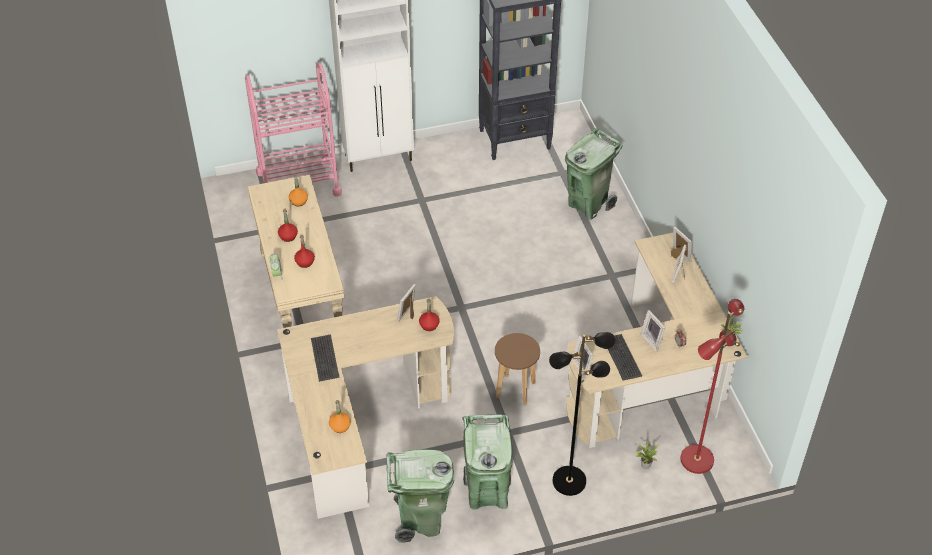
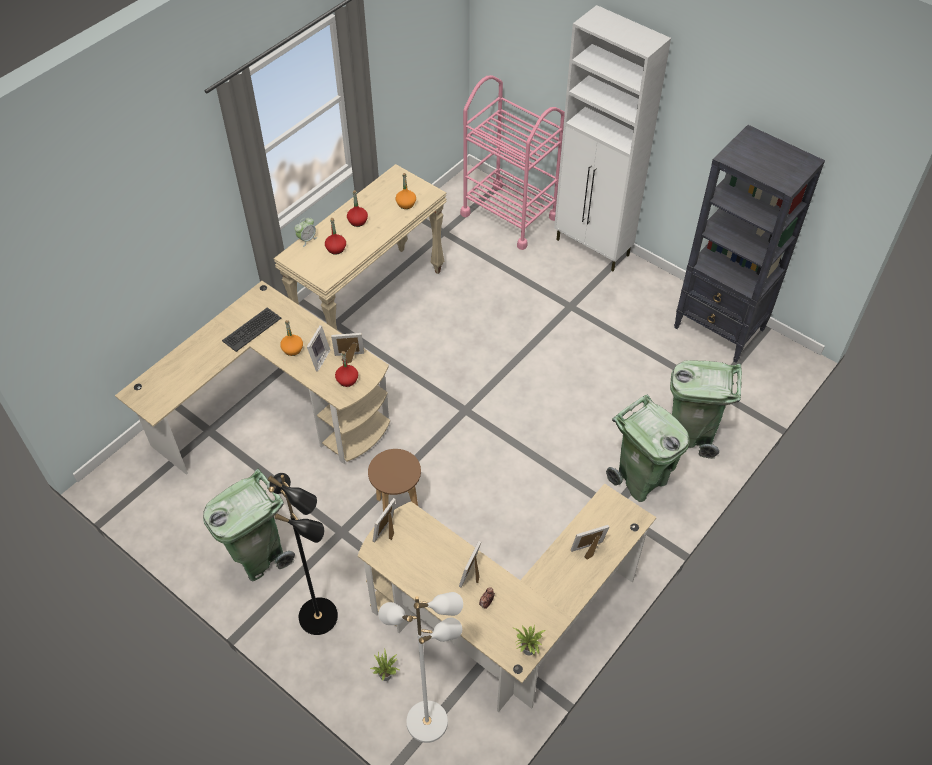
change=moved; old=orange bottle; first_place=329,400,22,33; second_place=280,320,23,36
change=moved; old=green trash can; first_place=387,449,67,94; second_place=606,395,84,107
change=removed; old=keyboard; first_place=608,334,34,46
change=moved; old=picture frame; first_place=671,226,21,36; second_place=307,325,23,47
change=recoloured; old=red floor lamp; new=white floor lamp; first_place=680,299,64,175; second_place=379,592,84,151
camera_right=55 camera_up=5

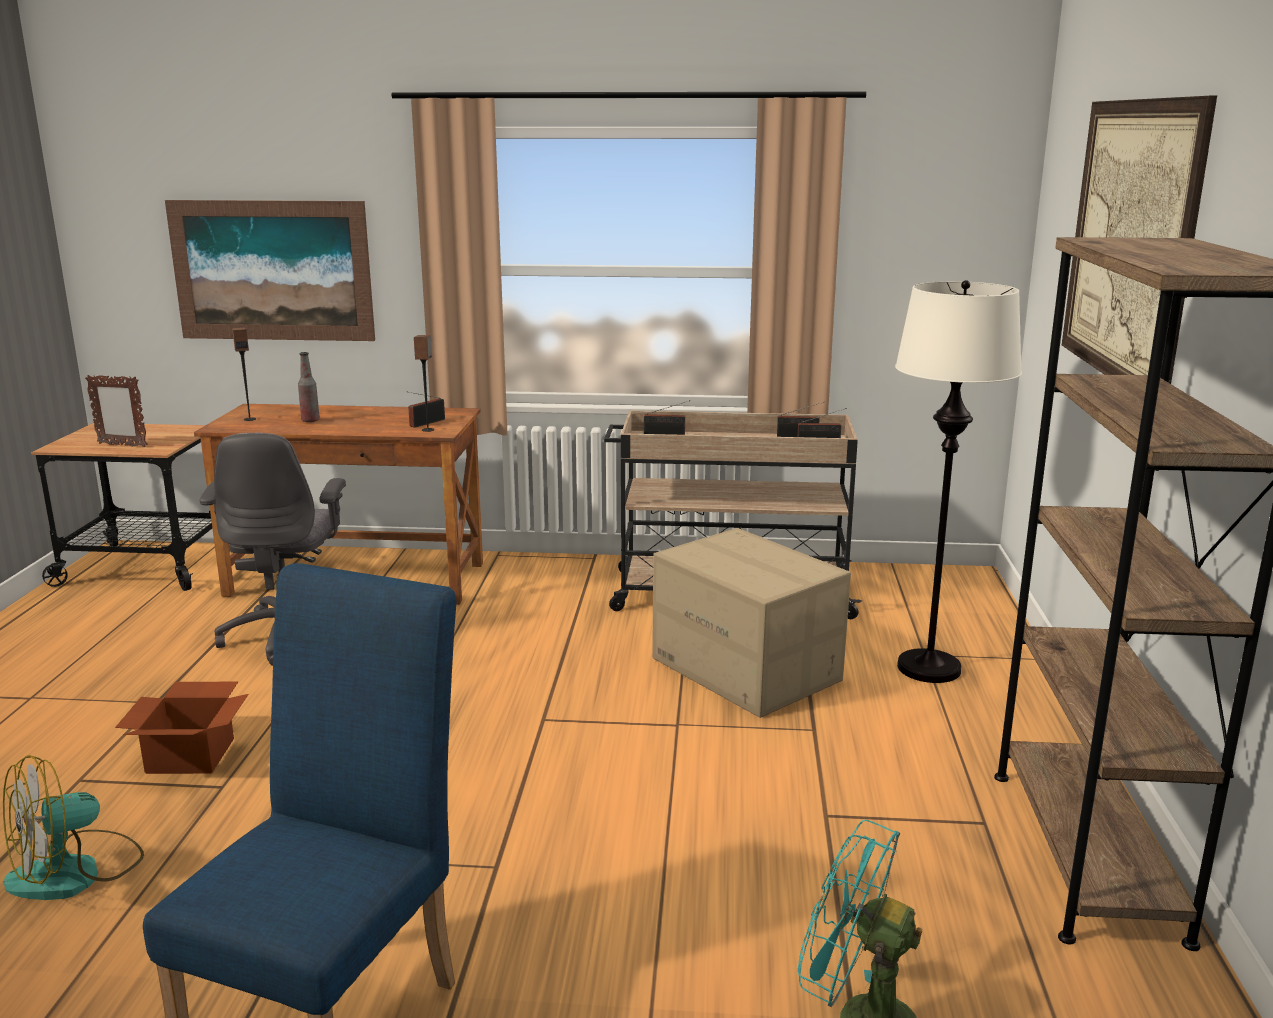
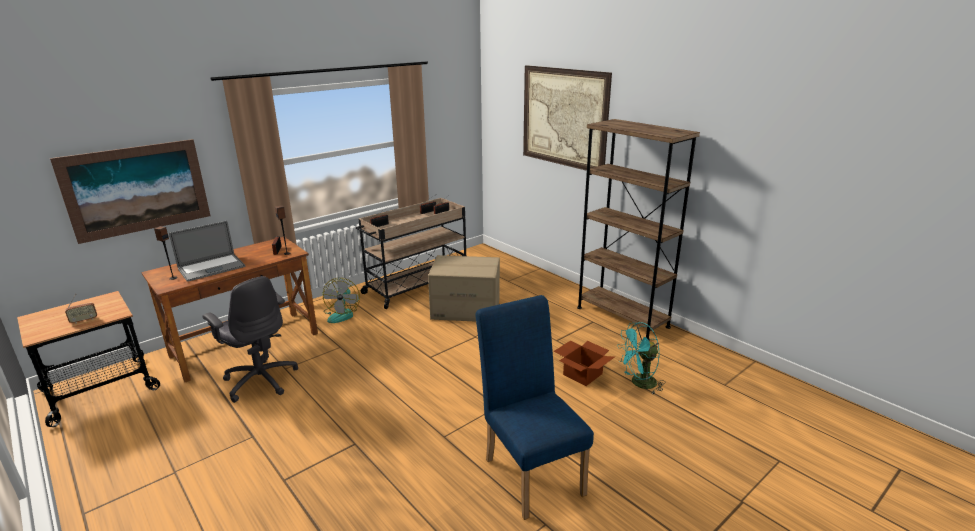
change=moved; old=fan; first_place=3,755,141,145; second_place=323,278,37,45
change=replaced; old=picture frame; new=radio; first_place=85,375,63,72; second_place=65,294,32,30
change=moved; old=cardboard box; first_place=115,682,133,92; second_place=553,340,62,46
change=replaced; old=bottle; new=laptop; first_place=298,352,22,70; second_place=169,221,77,61
change=removed; old=white floor lamp; first_place=895,280,127,403
camera_right=-45 camera_up=5

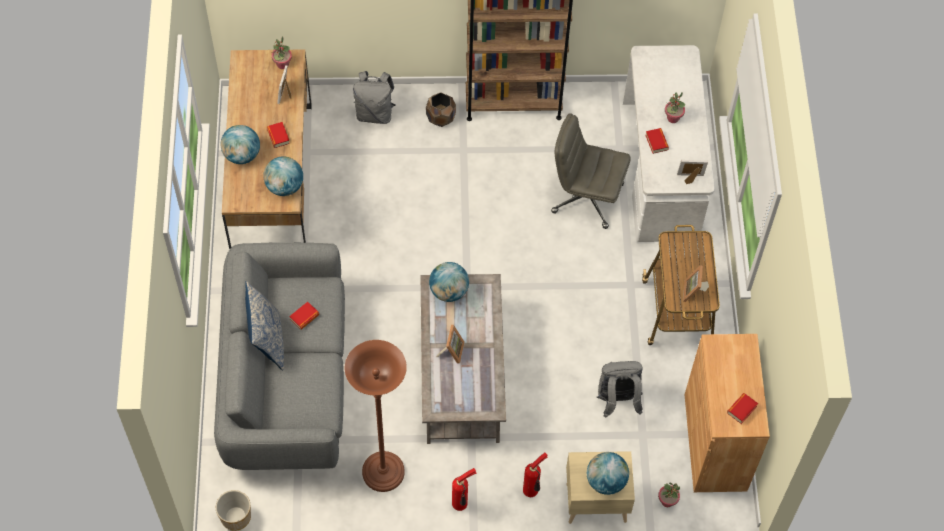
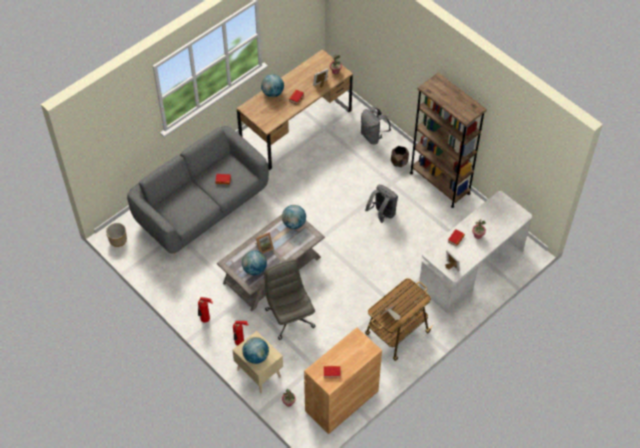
change=removed; old=pillow; first_place=245,281,39,89
change=moved; old=globe; first_place=263,156,40,40; second_place=242,250,25,25
change=removed; old=brown floor lamp; first_place=345,340,62,152
change=moved; old=grey office chair; first_place=551,113,79,116; second_place=264,259,51,81
change=moved; old=grey backpack; first_place=597,361,46,57; second_place=365,185,33,38
camera_right=50 camera_up=-5

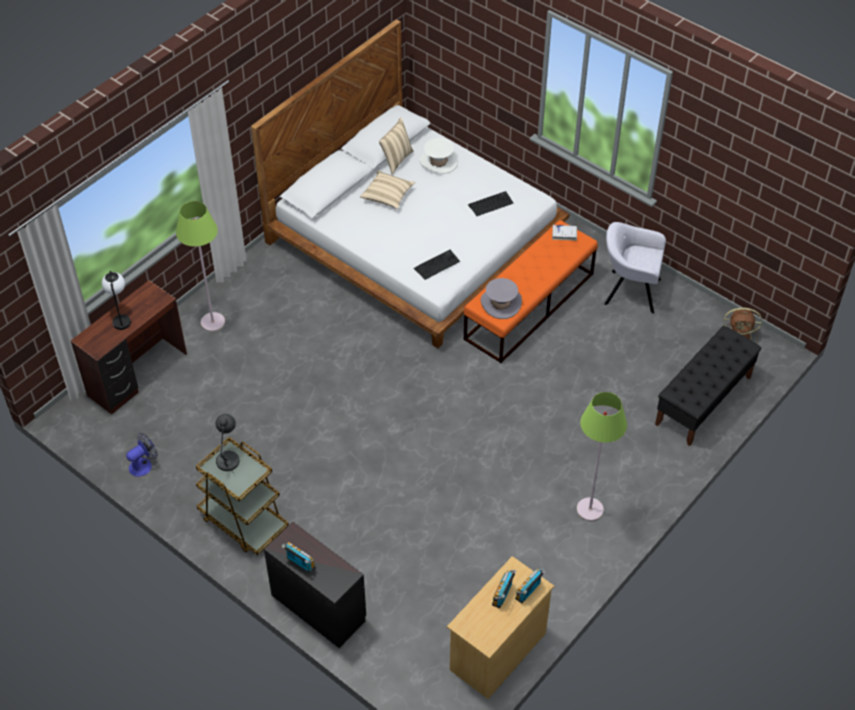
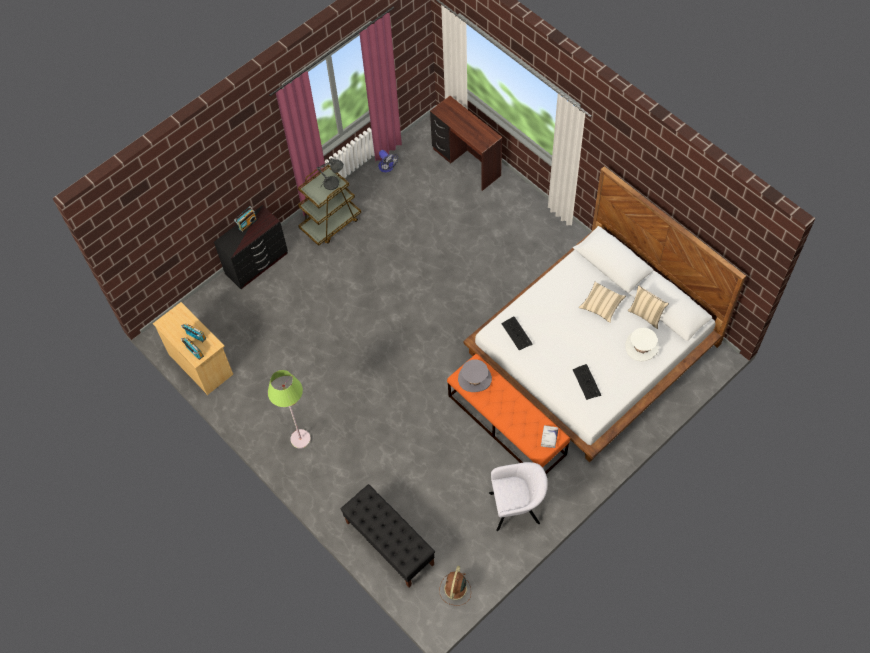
change=removed; old=table lamp; first_place=102,271,29,59
change=removed; old=green floor lamp; first_place=176,201,49,131
change=turned; old=grey armchair; first_place=604,222,62,92; second_place=489,462,59,69; degrees=60
camera_right=100 camera_up=10

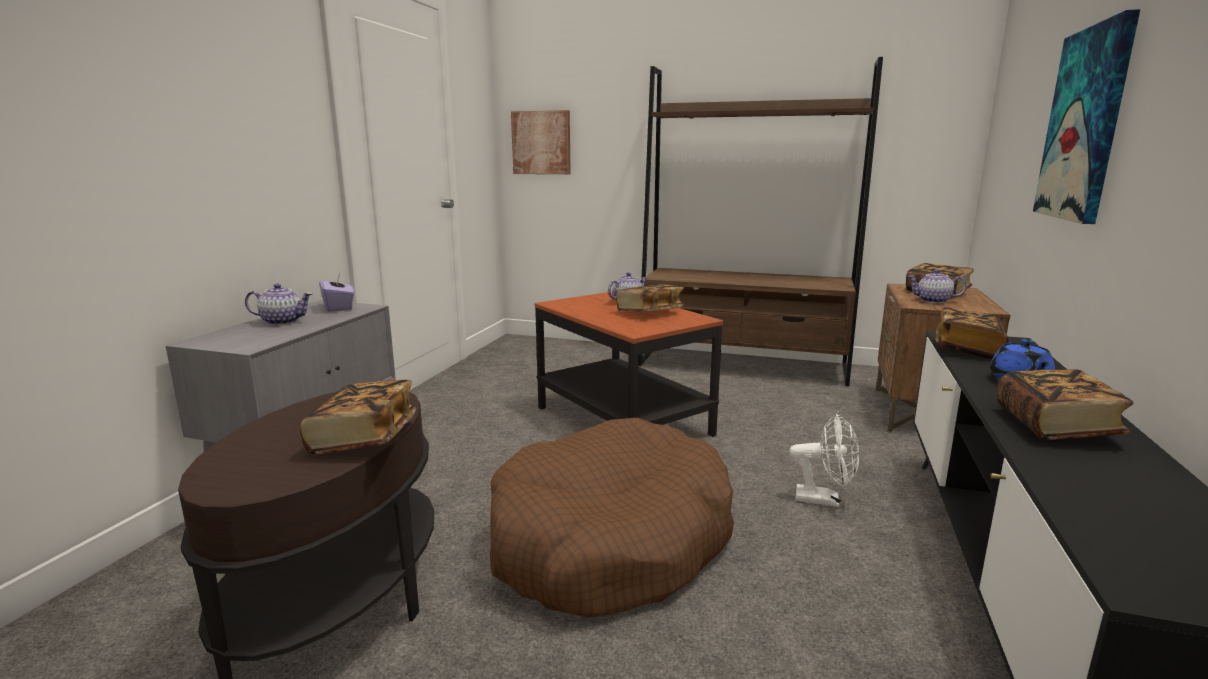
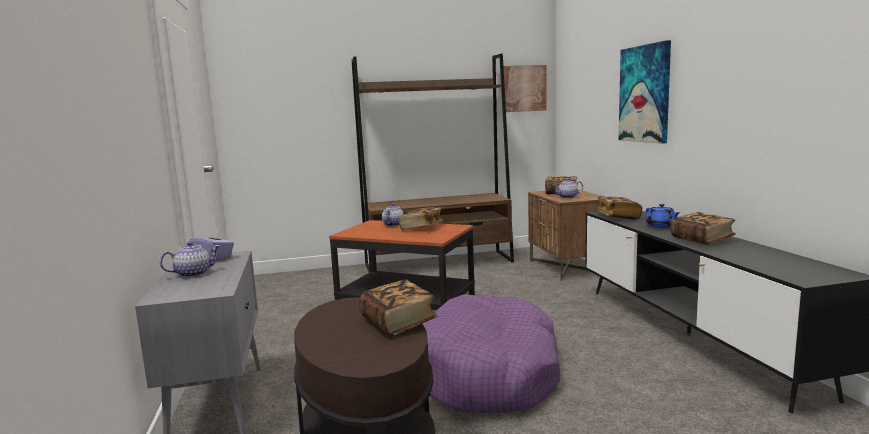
change=recoloured; old=brown dog bed; new=purple dog bed; first_place=490,418,244,199; second_place=422,294,138,120
change=moved; old=picture; first_place=511,110,60,64; second_place=503,65,44,47
change=removed; old=white fan; first_place=790,413,69,94
camera_right=-30 camera_up=-5

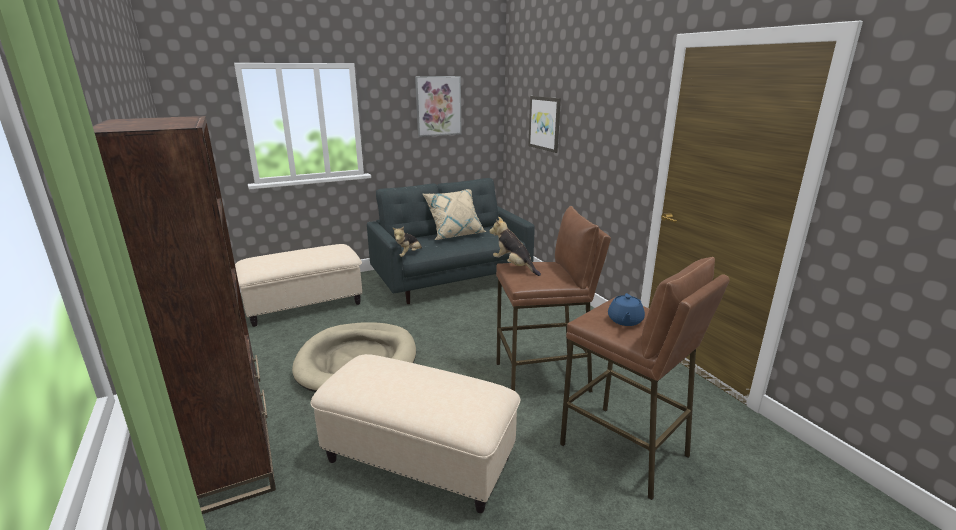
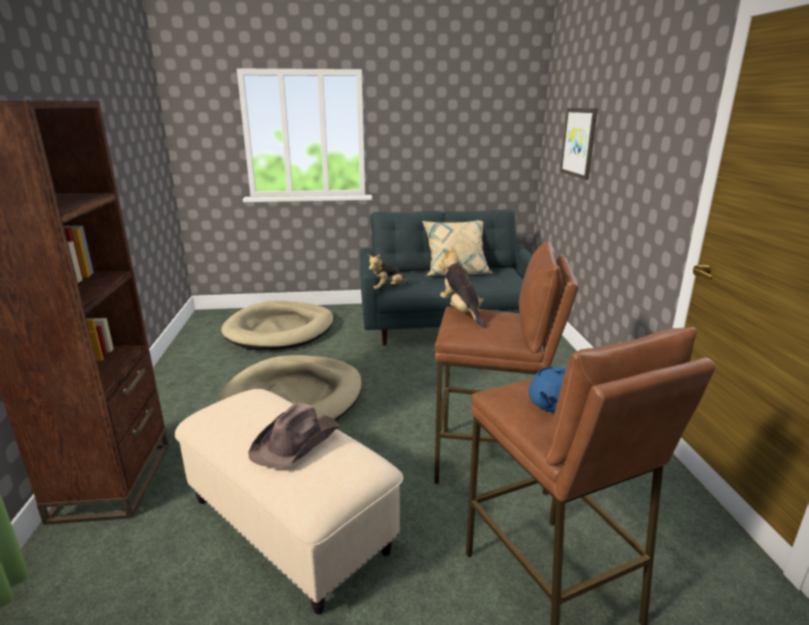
change=replaced; old=beige ottoman; new=beige dog bed; first_place=235,244,127,83; second_place=221,301,113,49
change=removed; old=picture; first_place=415,76,46,61
change=added; new=brown hat; second_place=248,403,92,65
camera_right=20 camera_up=0

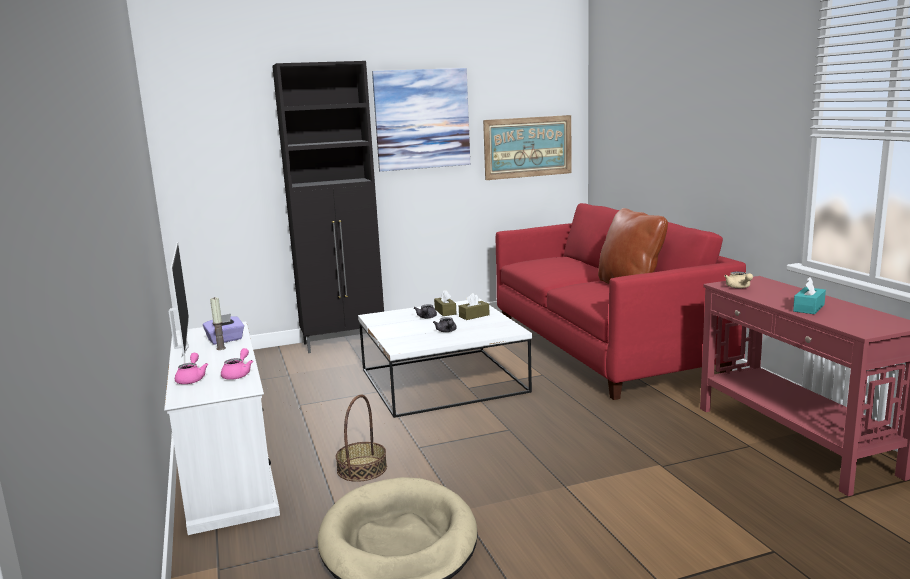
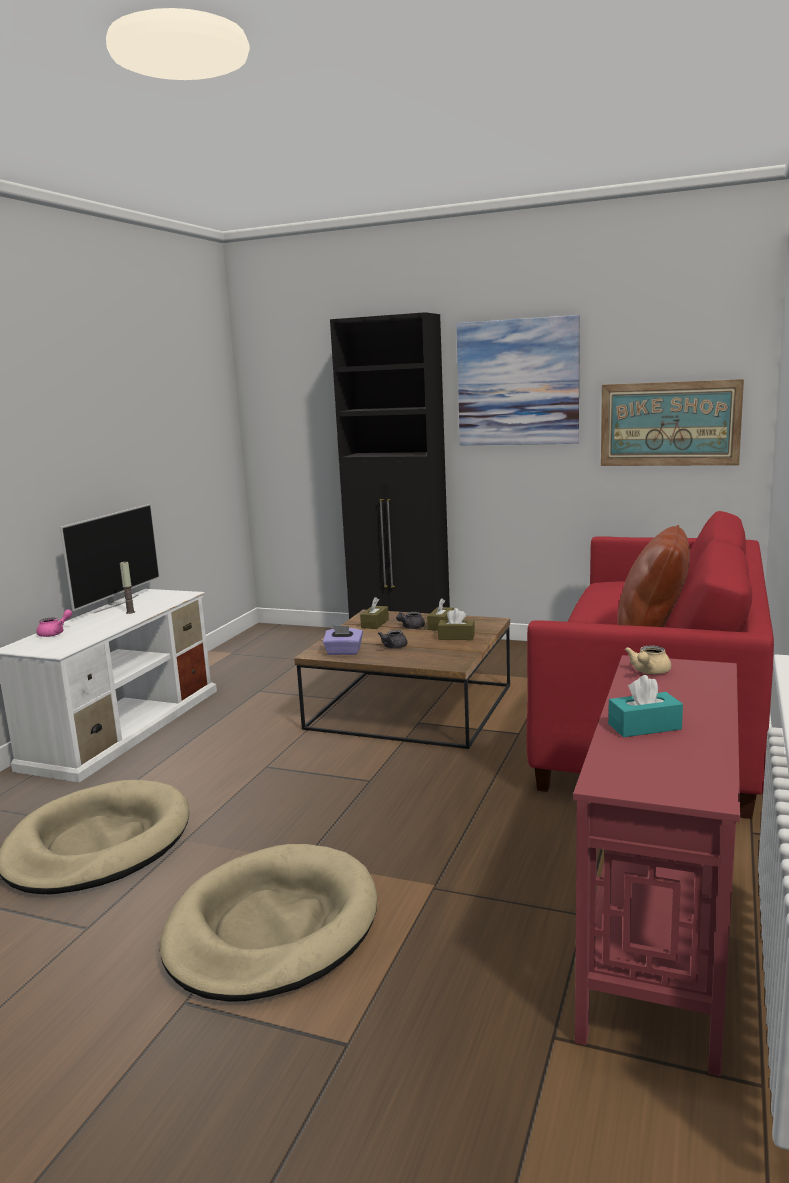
change=moved; old=purple tissue box; first_place=203,314,41,31; second_place=323,626,40,29
change=removed; old=pink teapot; first_place=221,348,32,32
change=removed; old=basket; first_place=336,394,51,88
change=recoloured; old=white coffee table; new=brown coffee table; first_place=358,298,174,120; second_place=294,610,216,139
change=added; new=beige dog bed; second_place=160,844,217,158
change=added; new=brown tissue box; second_place=360,597,29,32
camera_right=40 camera_up=0

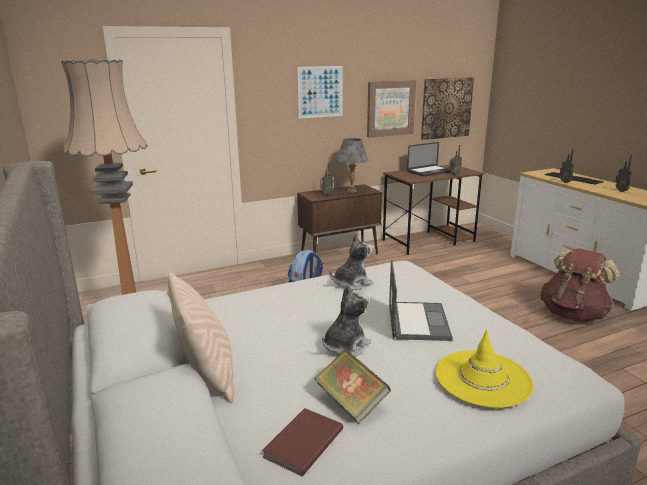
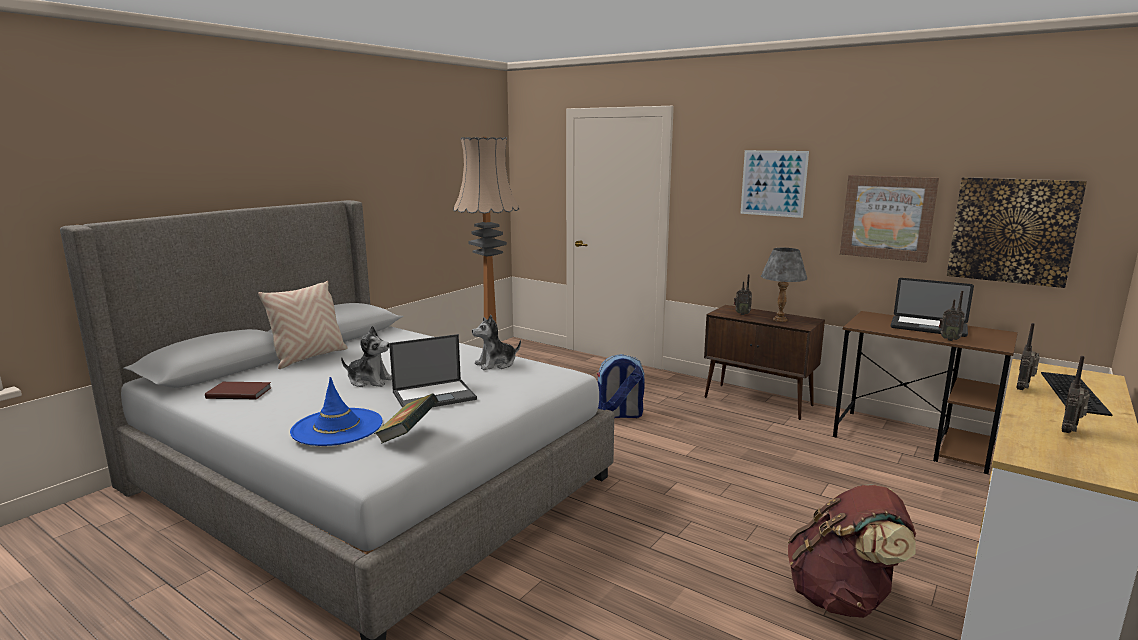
change=moved; old=book; first_place=314,349,77,75; second_place=374,394,65,50
change=turned; old=plush toy; first_place=329,234,45,56; second_place=472,315,49,55; degrees=120
change=recoloured; old=yellow hat; new=blue hat; first_place=435,329,99,79; second_place=290,377,93,69
camera_right=60 camera_up=-5

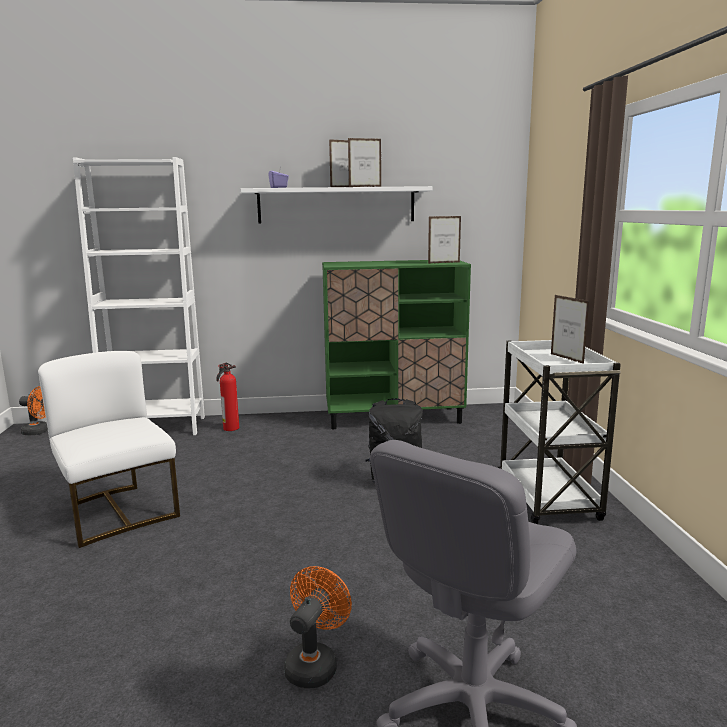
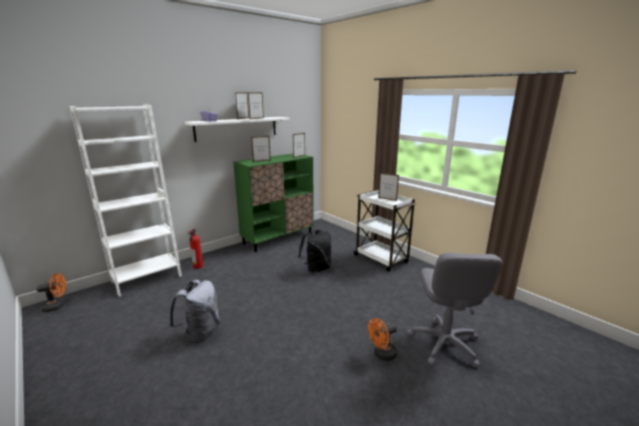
change=replaced; old=white chair; new=grey backpack; first_place=38,351,142,197; second_place=169,280,51,63
change=turned; old=orange fan; first_place=284,566,68,122; second_place=368,318,29,43; degrees=-105
change=added; new=picture frame; second_place=251,136,20,26
camera_right=-35 camera_up=5

